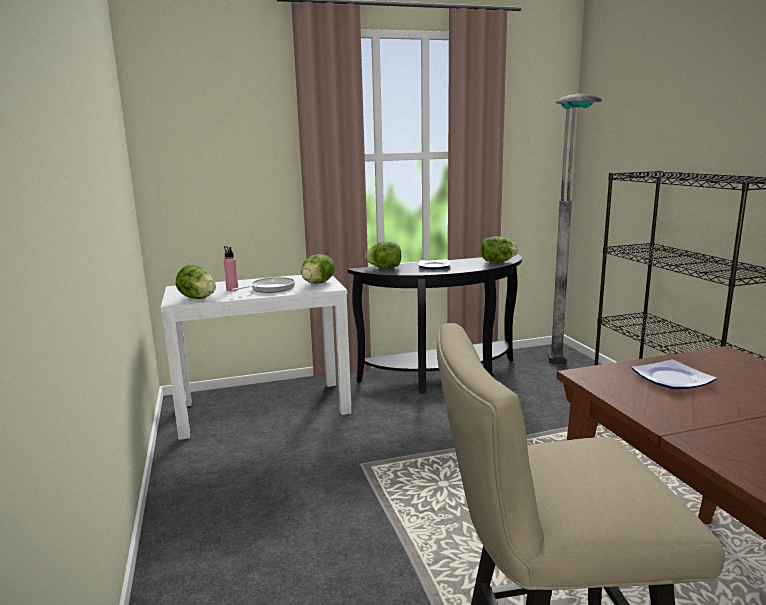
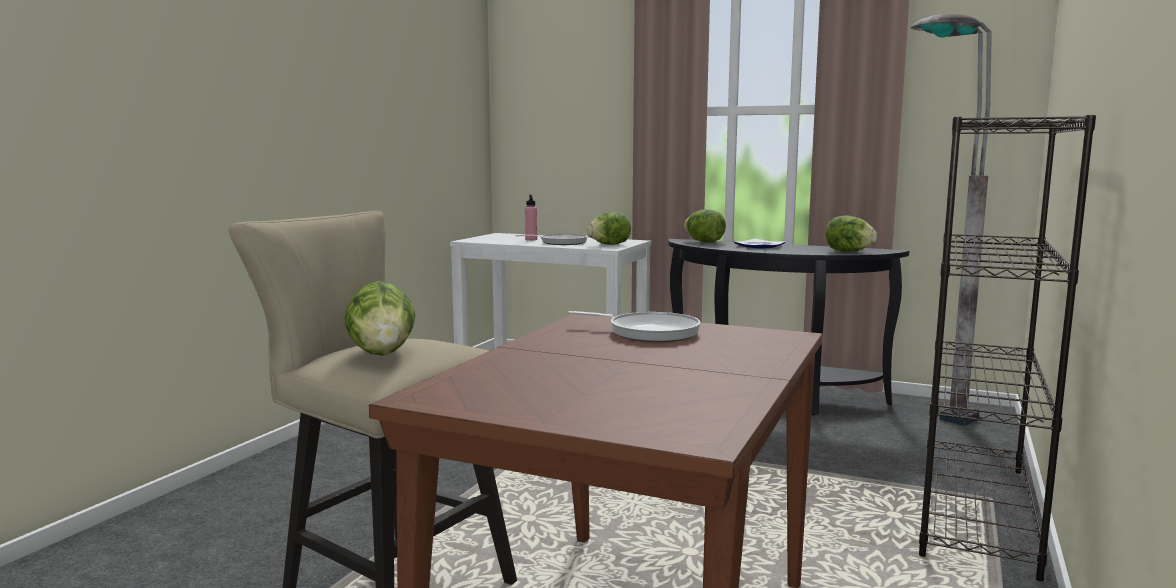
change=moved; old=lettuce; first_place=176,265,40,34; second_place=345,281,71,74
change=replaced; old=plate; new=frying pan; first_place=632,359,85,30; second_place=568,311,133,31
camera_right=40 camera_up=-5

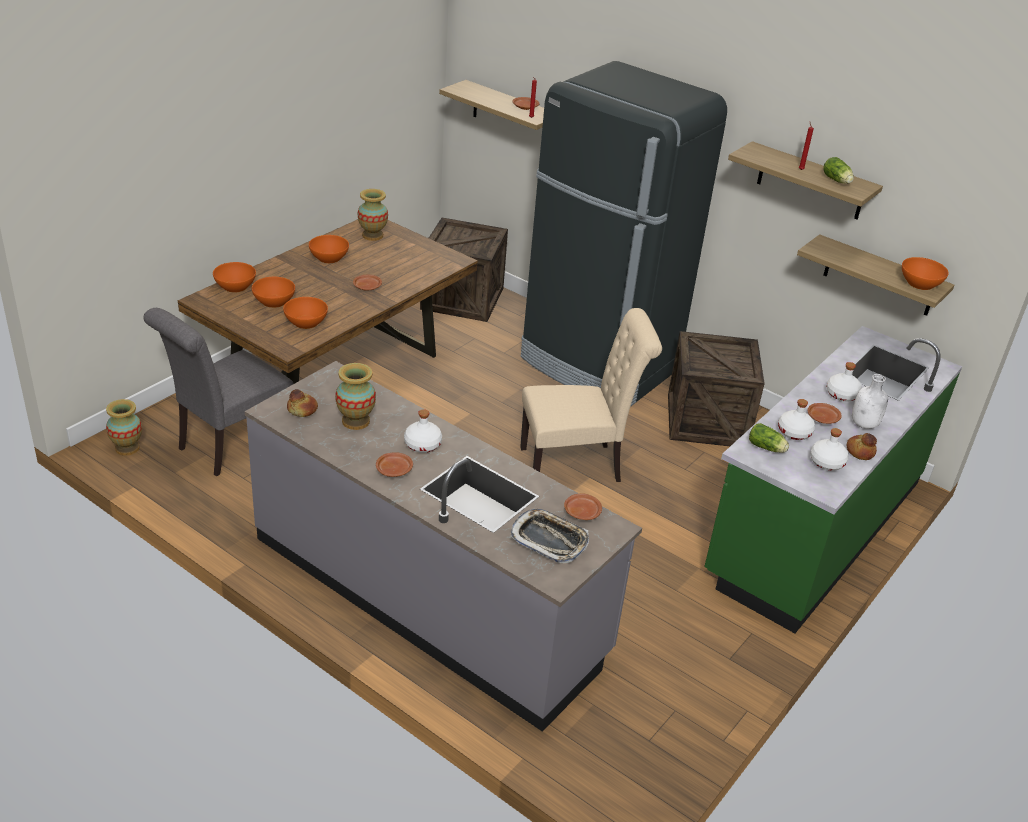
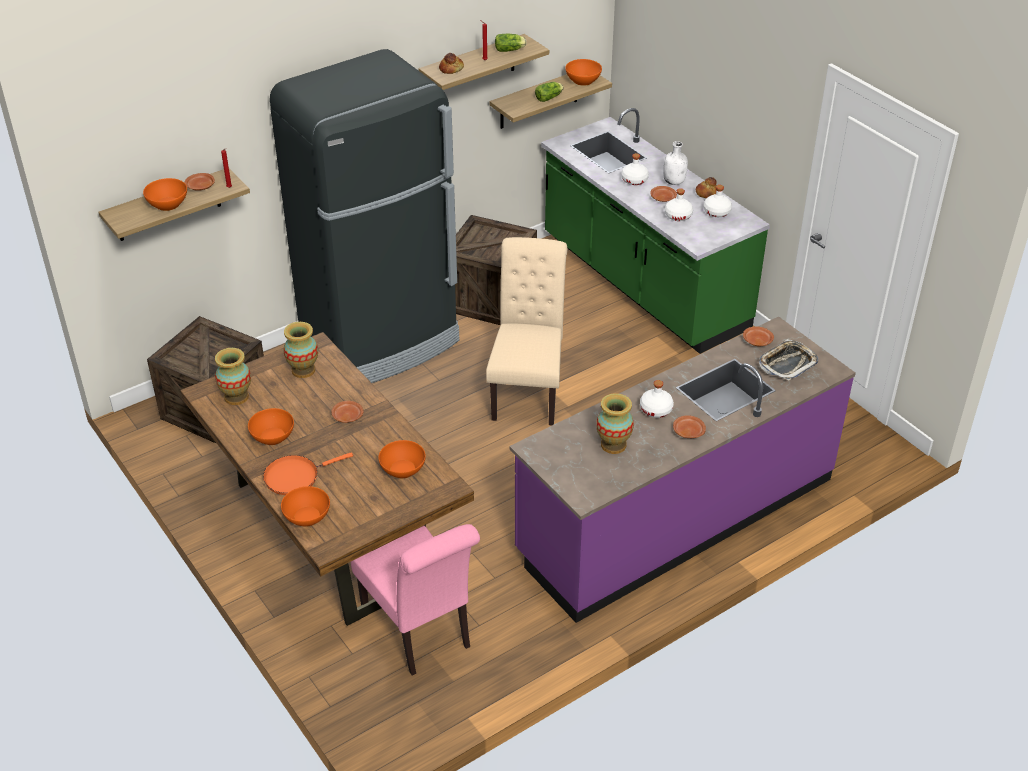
change=moved; old=vase; first_place=106,399,36,57; second_place=284,322,34,56
change=recoloured; old=grey chair; new=pink chair; first_place=143,308,151,169; second_place=351,524,129,151
change=recoloured; old=grey counter; new=purple counter; first_place=245,361,397,371; second_place=509,317,347,306
change=moved; old=orange bowl; first_place=252,277,43,31; second_place=143,178,44,33
change=moved; old=bread; first_place=287,389,31,28; second_place=439,53,25,21
change=moved; old=lettuce; first_place=749,423,40,30; second_place=535,82,29,20
change=added; new=orange frying pan; second_place=263,452,90,43
camera_right=-70 camera_up=5

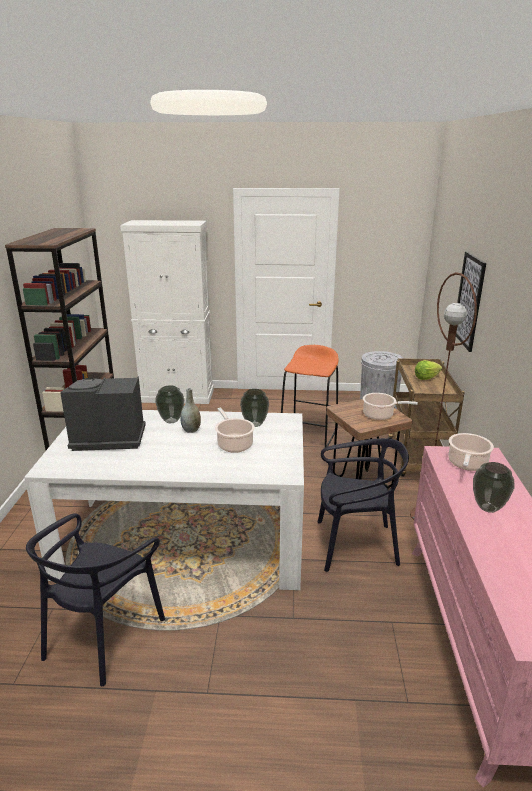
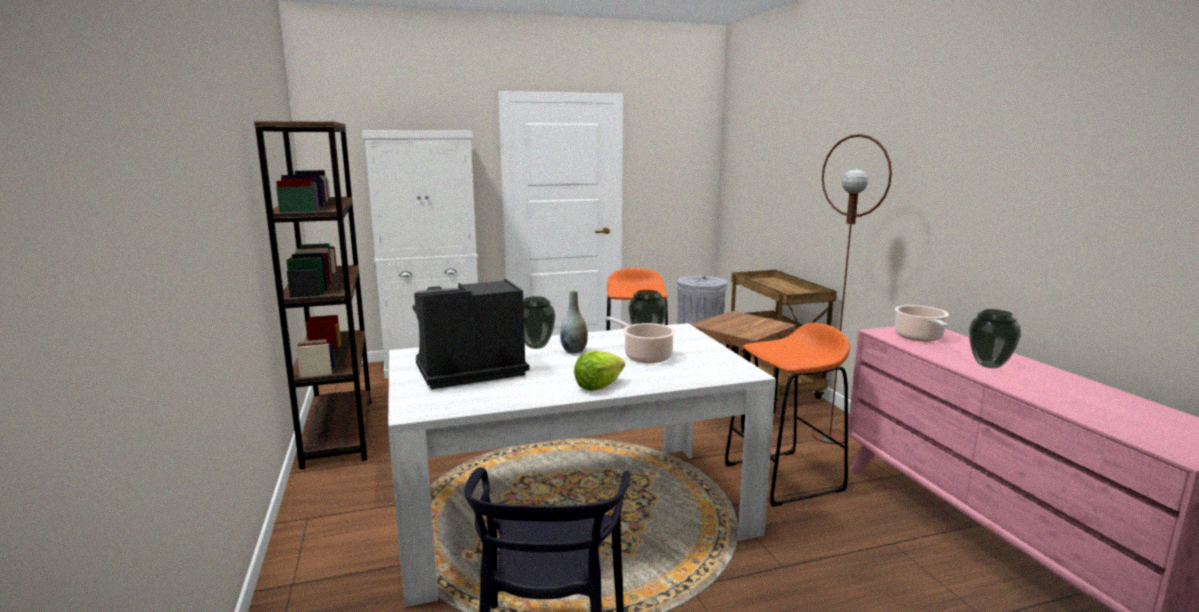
change=replaced; old=black chair; new=orange stool; first_place=318,438,91,134; second_place=725,323,125,184
change=removed; old=cooking pot; first_place=363,393,55,27
change=moved; old=lettuce; first_place=415,360,27,20; second_place=574,351,51,40
change=removed; old=picture; first_place=456,252,30,100
camera_right=-20 camera_up=-10

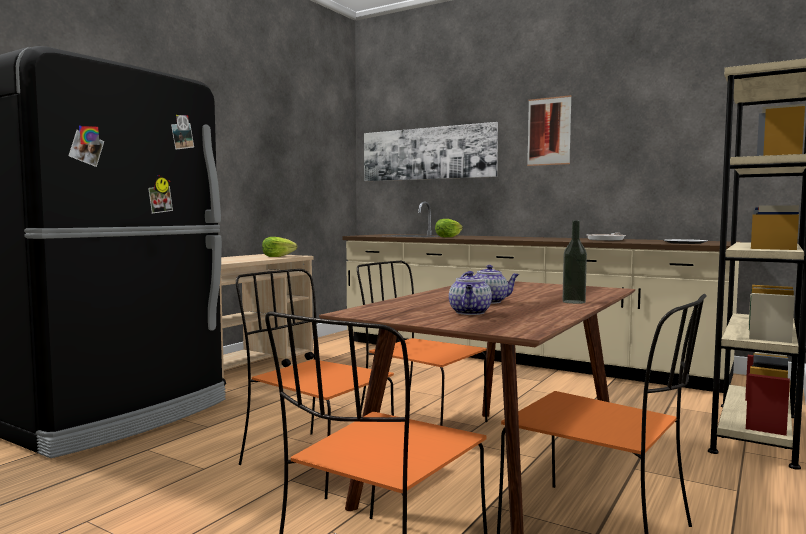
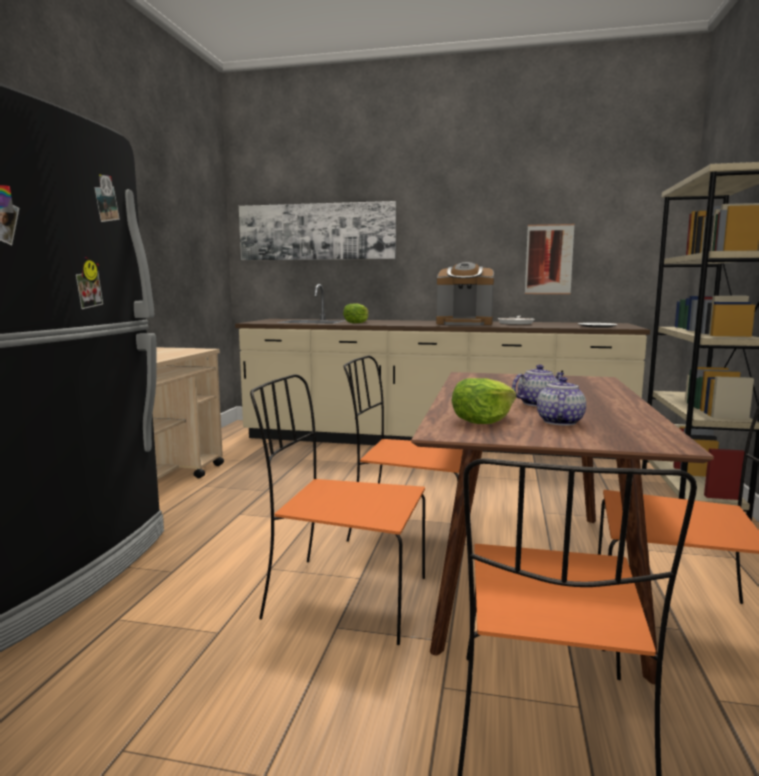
change=moved; old=lettuce; first_place=262,237,35,20; second_place=451,378,65,46
change=turned; old=teapot; first_place=449,271,43,44; second_place=537,377,49,49; degrees=-150
change=moved; old=picture; first_place=527,95,45,71; second_place=525,224,50,70
change=removed; old=bottle; first_place=563,221,24,83
change=added; new=coffee machine; second_place=436,262,58,63
camera_right=-20 camera_up=5

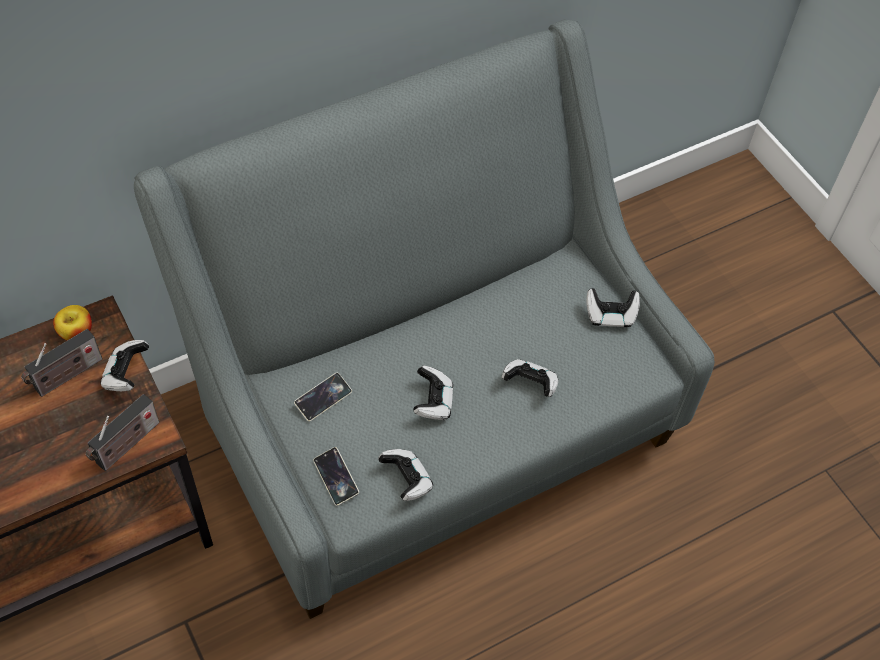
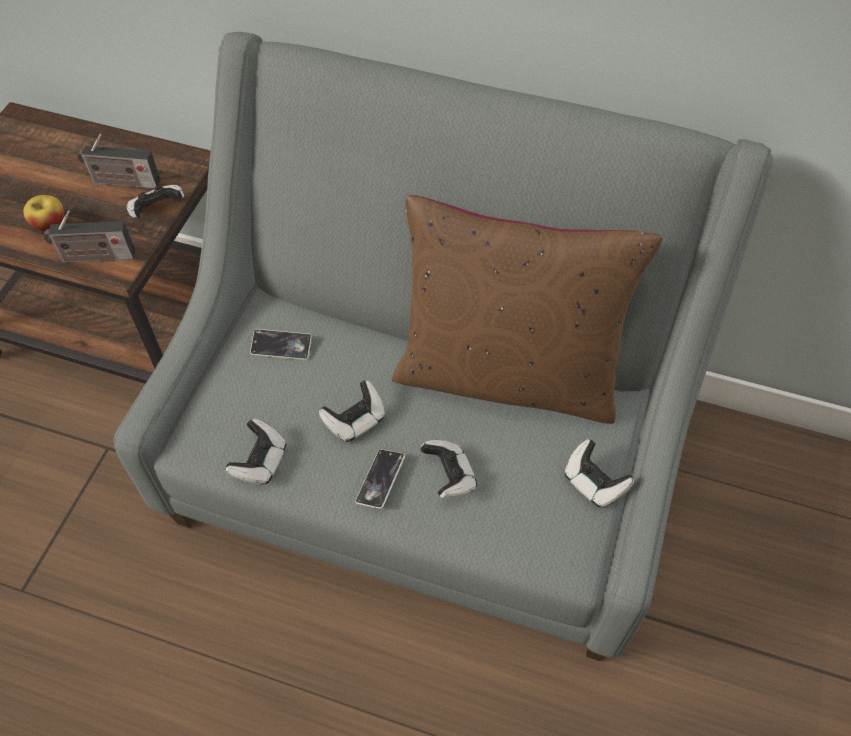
change=moved; old=apple; first_place=53,305,39,35; second_place=23,195,41,36
change=moved; old=phone; first_place=313,447,46,59; second_place=355,449,50,60
change=added; new=brown pillow; second_place=392,195,271,229
camera_right=50 camera_up=0

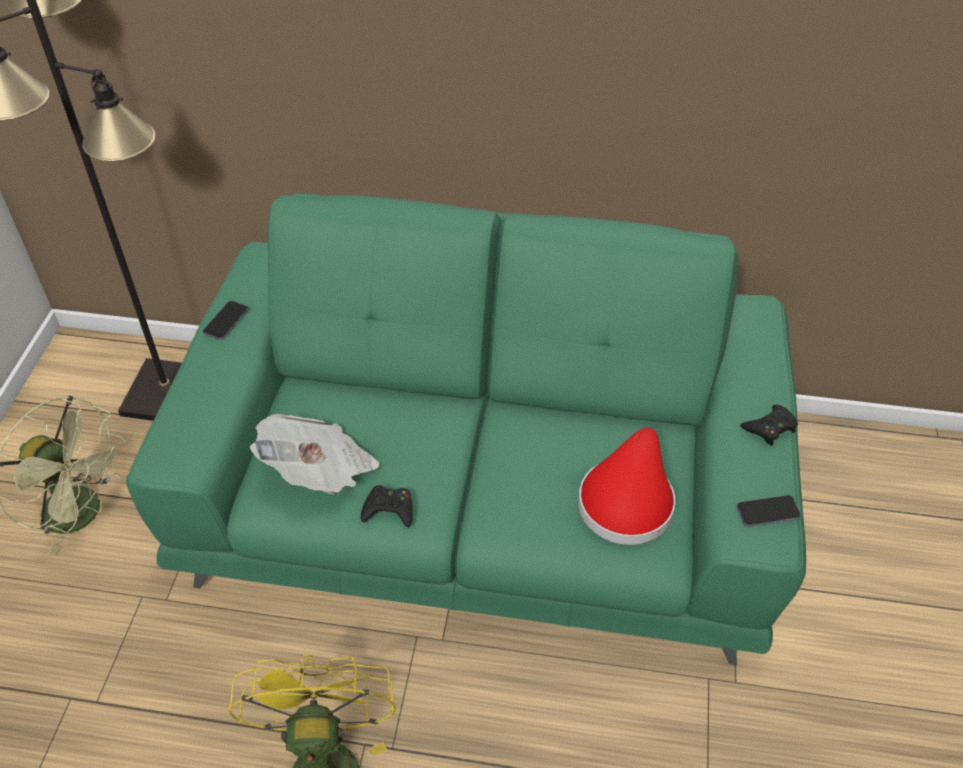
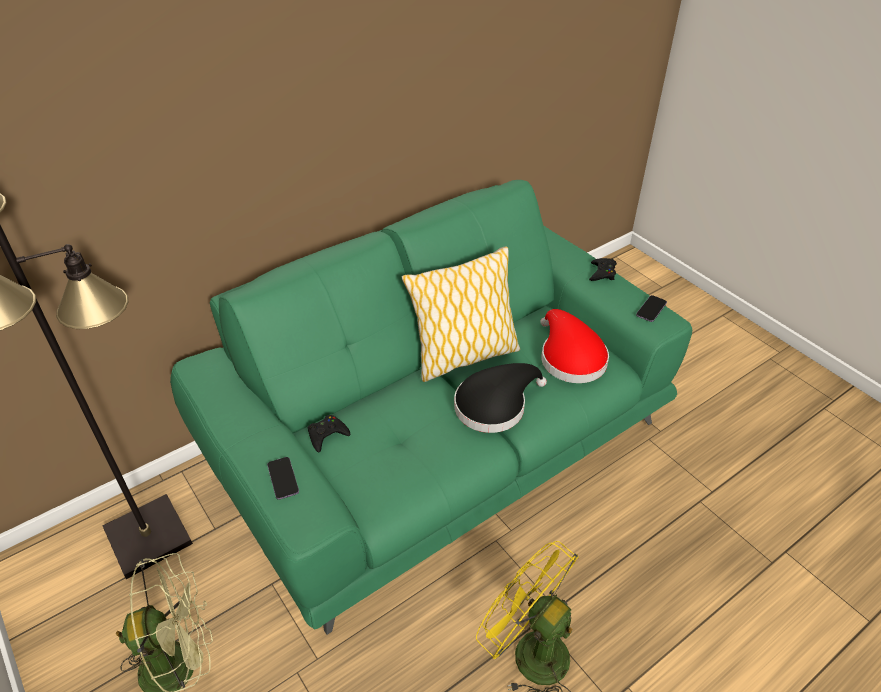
change=moved; old=phone; first_place=203,301,46,39; second_place=267,457,32,43
change=removed; old=newspaper; first_place=250,414,129,80
change=moved; old=black game controller; first_place=361,485,52,43; second_place=308,415,42,37
change=added; new=pillow; second_place=402,246,118,136
change=added; new=black hat; second_place=454,363,93,70
camera_right=-45 camera_up=-5

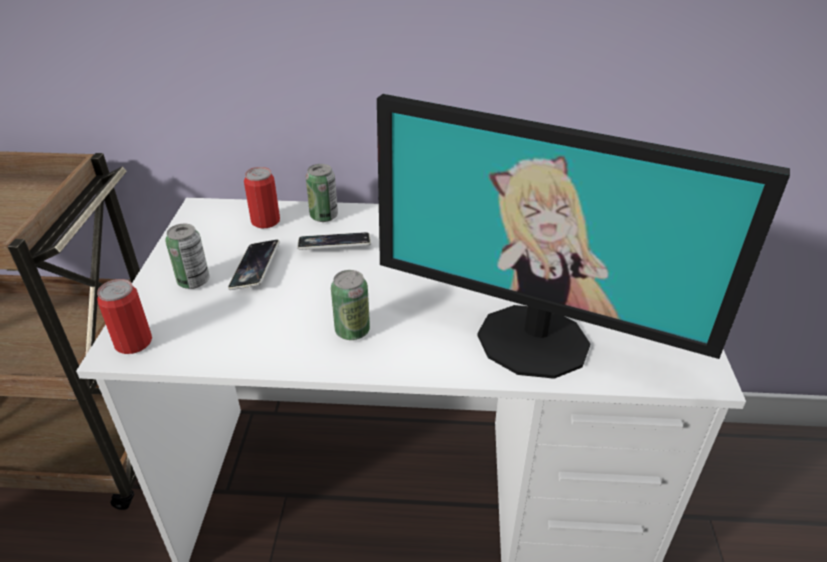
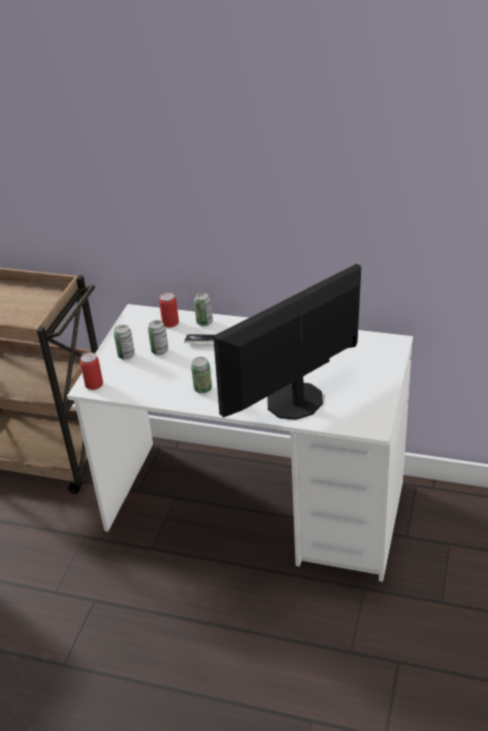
change=replaced; old=phone; new=can; first_place=228,240,52,50; second_place=148,320,20,35
change=turned; old=monitor; first_place=377,94,413,285; second_place=213,264,148,156; degrees=105
camera_right=15 camera_up=0

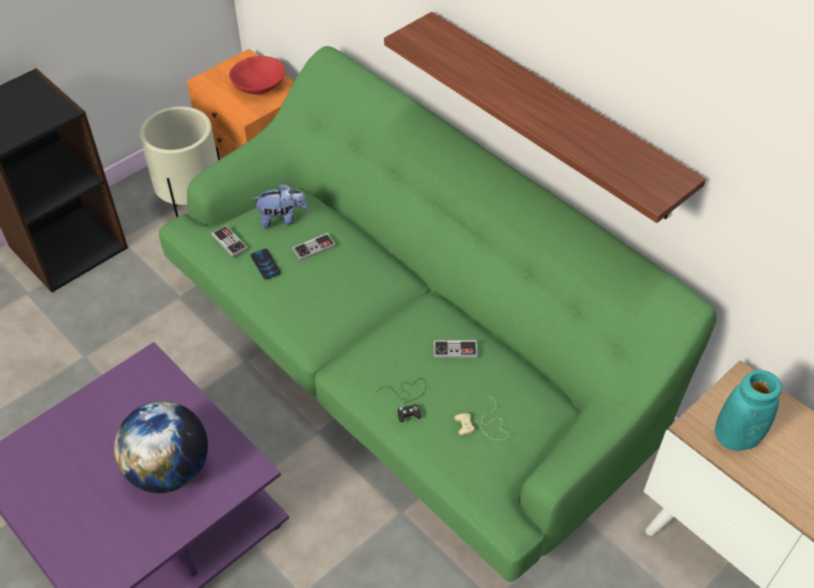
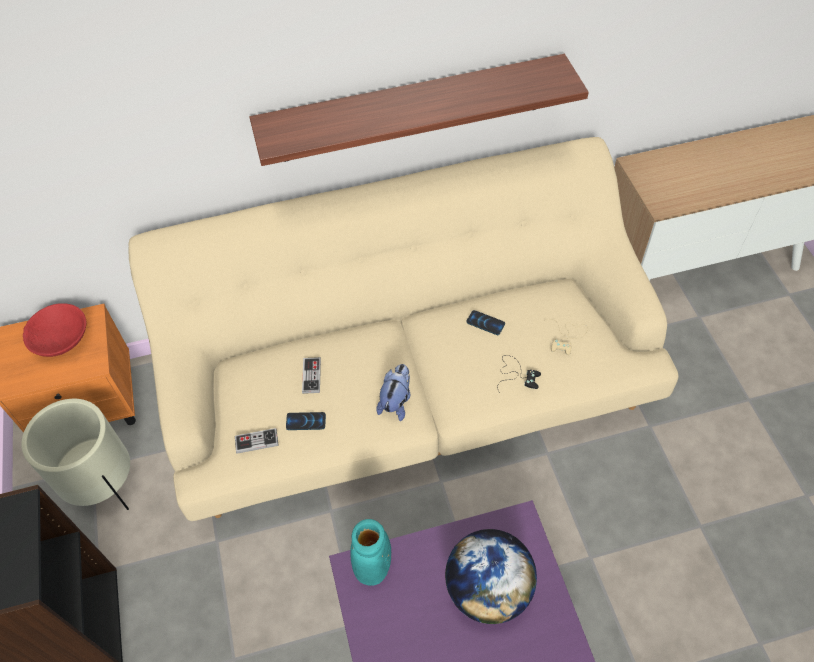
change=recoloured; old=green sofa; new=beige sofa; first_place=159,46,558,536; second_place=129,137,550,384
change=moved; old=plush toy; first_place=252,183,56,45; second_place=376,364,35,57
change=replaced; old=game controller; new=phone; first_place=434,340,44,18; second_place=466,310,39,25
change=moved; old=turquoise vase; first_place=715,370,67,81; second_place=351,519,40,67
camera_right=-60 camera_up=5

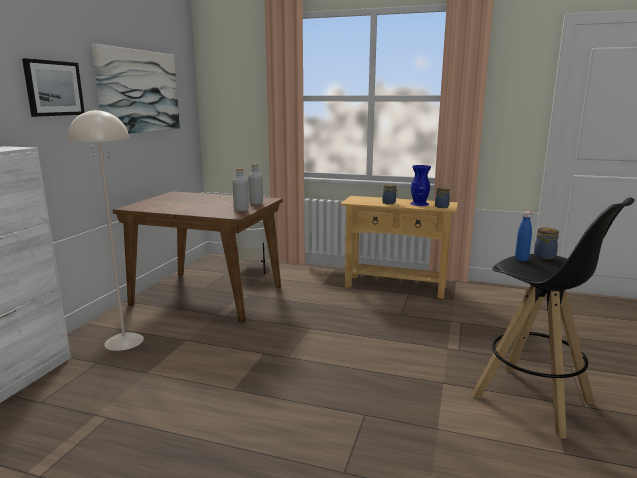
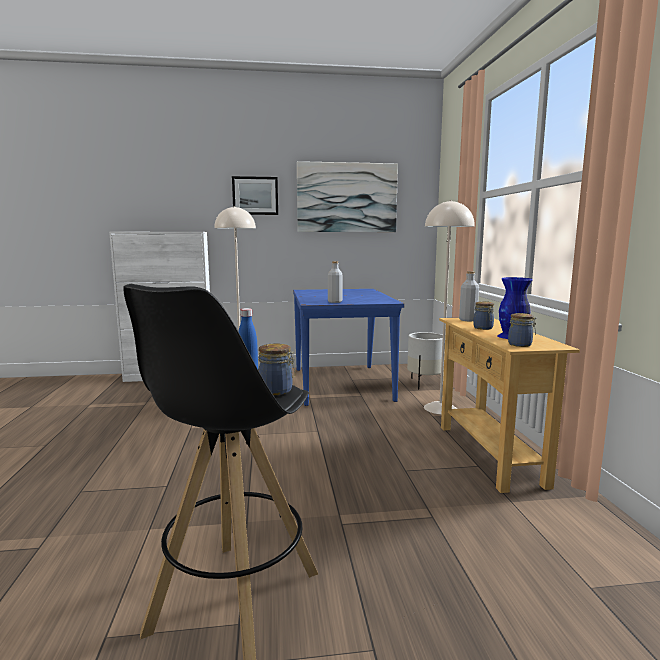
change=recoloured; old=brown dining table; new=blue dining table; first_place=113,191,170,131; second_place=293,289,111,117
change=moved; old=grey bottle; first_place=248,164,15,41; second_place=459,271,20,50
change=added; new=beige floor lamp; second_place=424,200,51,214
camera_right=65 camera_up=-5

